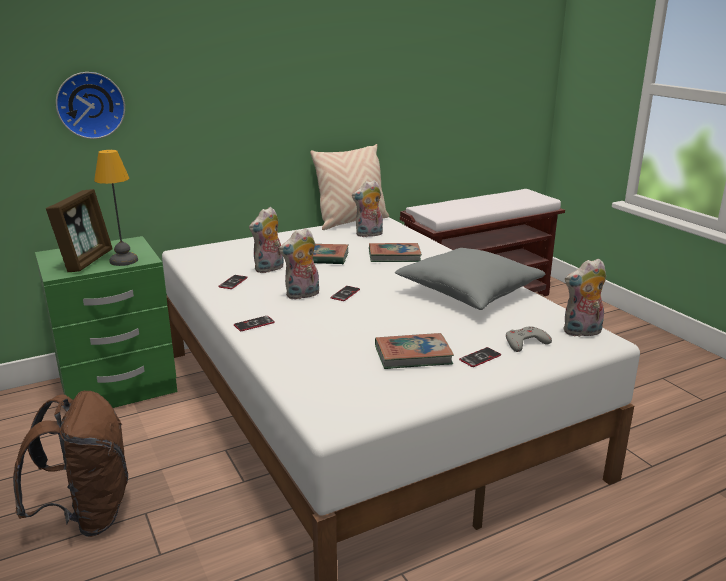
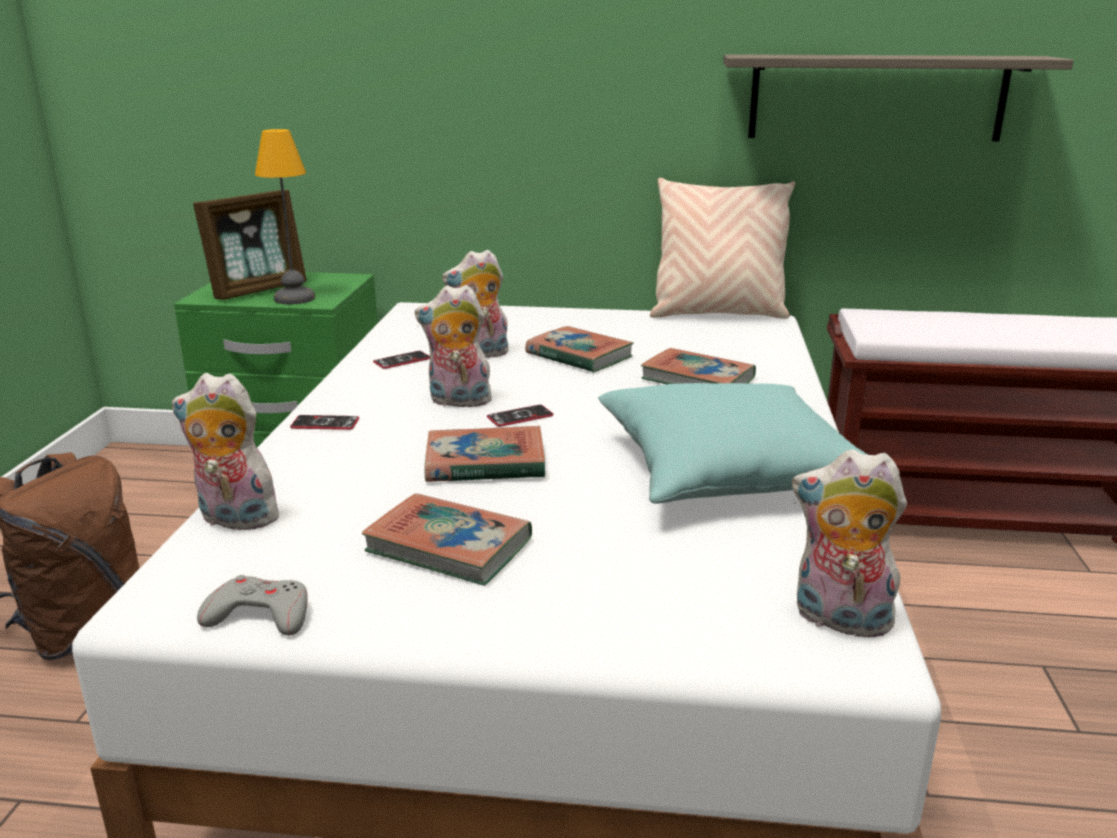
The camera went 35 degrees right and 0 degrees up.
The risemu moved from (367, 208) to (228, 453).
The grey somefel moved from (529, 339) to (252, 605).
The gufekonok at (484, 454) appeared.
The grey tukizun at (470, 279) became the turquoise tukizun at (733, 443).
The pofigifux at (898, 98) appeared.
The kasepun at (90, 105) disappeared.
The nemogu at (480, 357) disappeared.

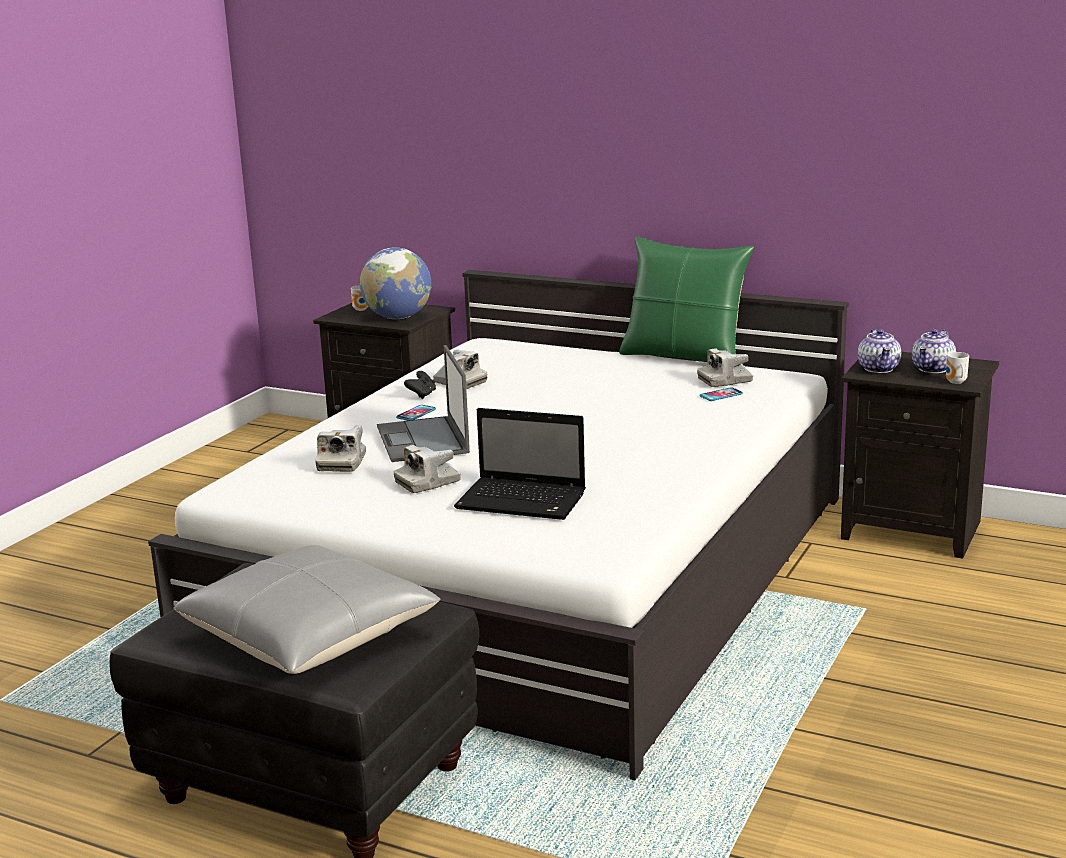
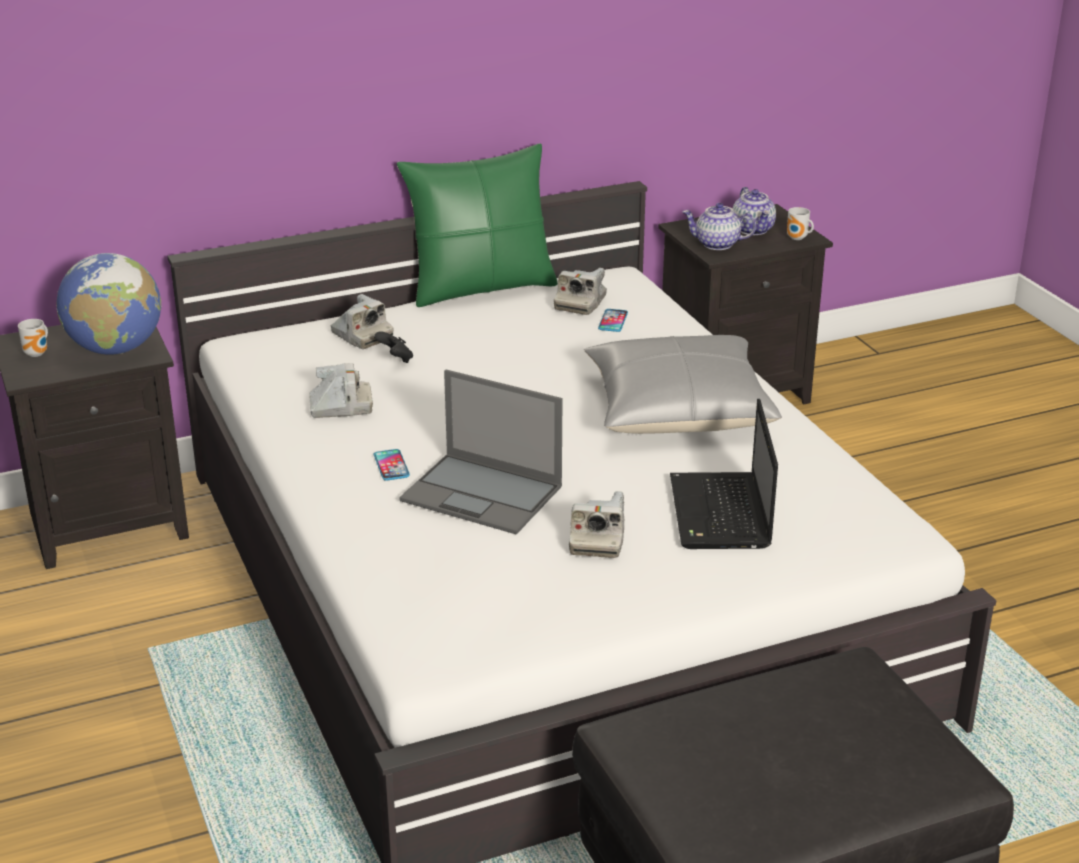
The camera went 50 degrees left and 10 degrees up.
The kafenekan moved from (340, 448) to (362, 321).
The black somefel moved from (420, 385) to (393, 347).
The grey tukizun moved from (307, 609) to (683, 384).
The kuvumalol at (520, 464) turned 120 degrees clockwise.
The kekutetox at (879, 351) turned 150 degrees clockwise.

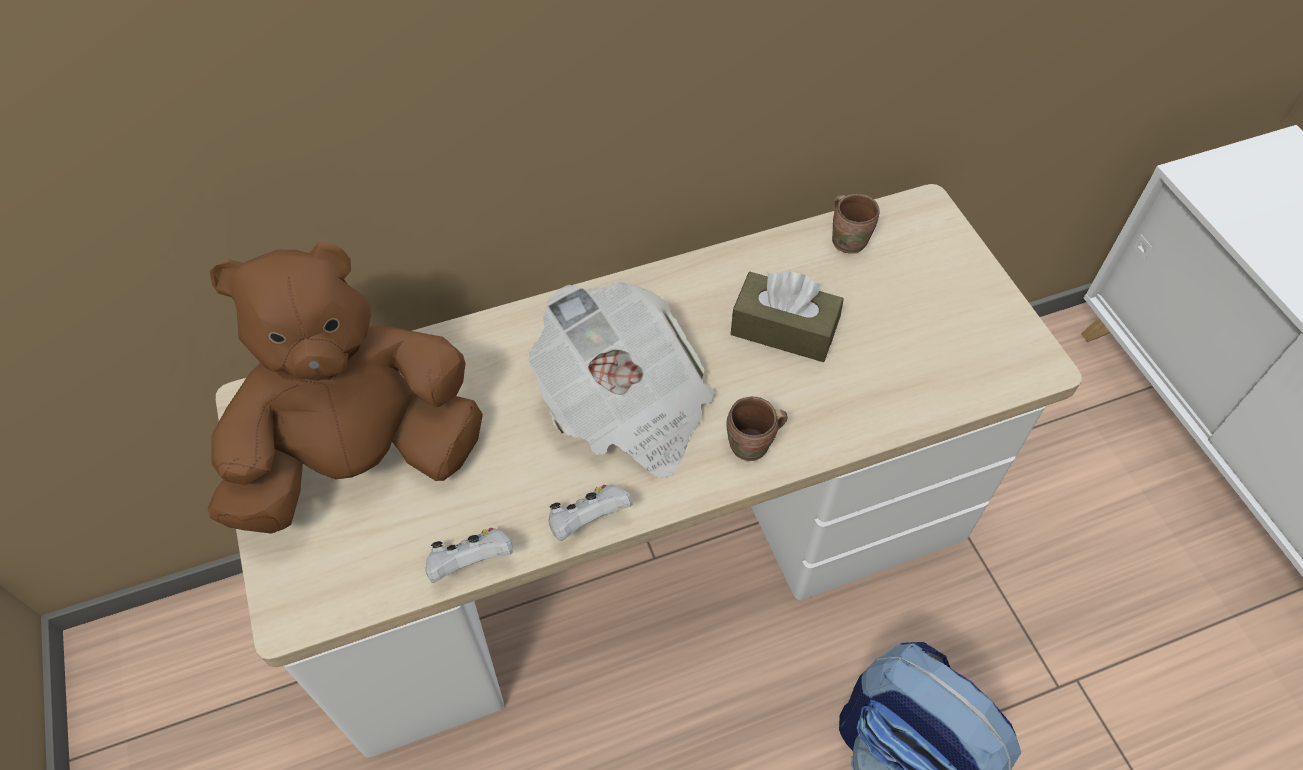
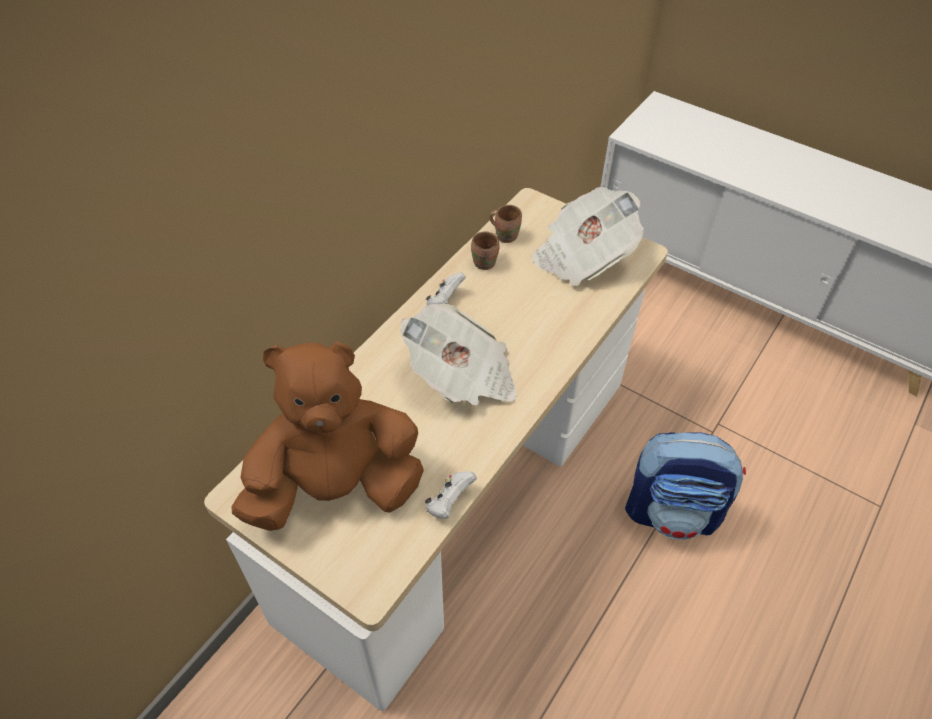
The camera went 35 degrees left and 5 degrees down.
The brown risemu at (345, 388) turned 45 degrees clockwise.
The white somefel moved from (591, 513) to (446, 289).
The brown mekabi moved from (757, 429) to (485, 250).
The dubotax at (588, 236) appeared.
The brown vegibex at (787, 316) disappeared.

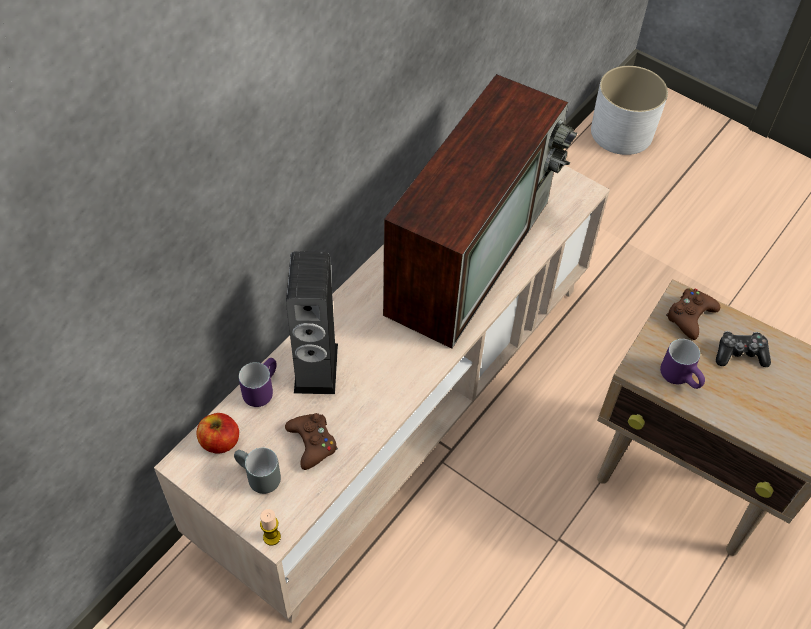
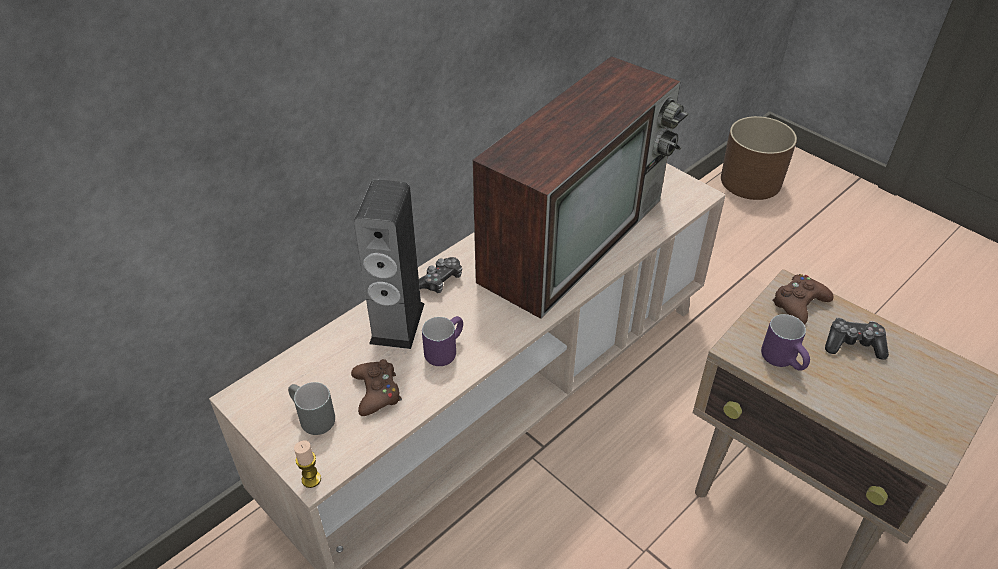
The camera went 10 degrees right and 10 degrees down.
The somefel at (440, 275) appeared.
The purple mekabi moved from (258, 382) to (442, 341).
The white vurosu at (629, 110) became the brown vurosu at (759, 158).
The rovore at (217, 433) disappeared.

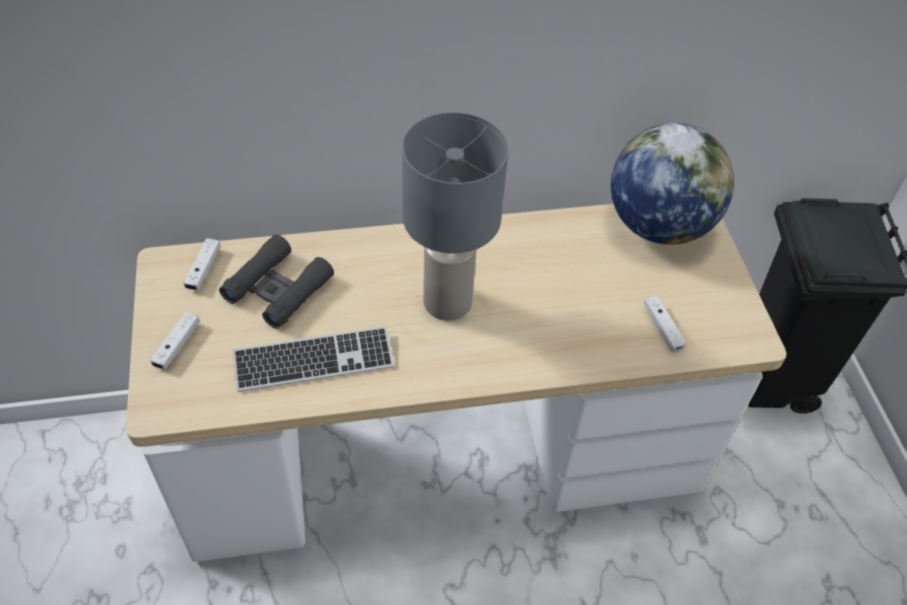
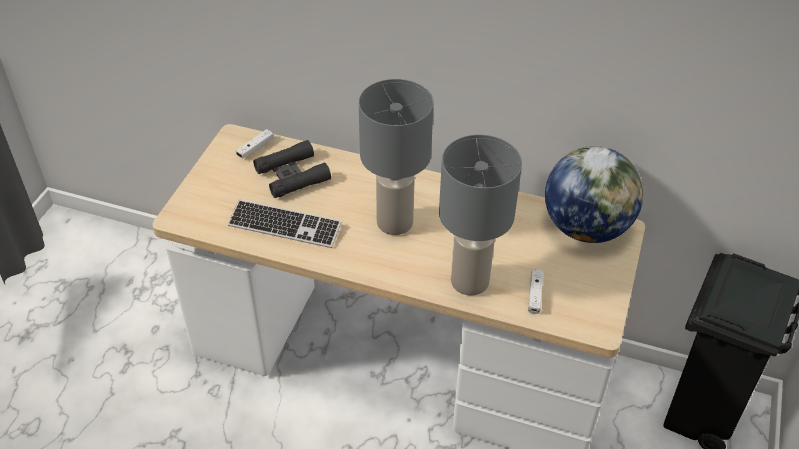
The camera went 30 degrees right and 5 degrees down.
The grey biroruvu at (480, 215) appeared.
The white somefel at (175, 340) disappeared.

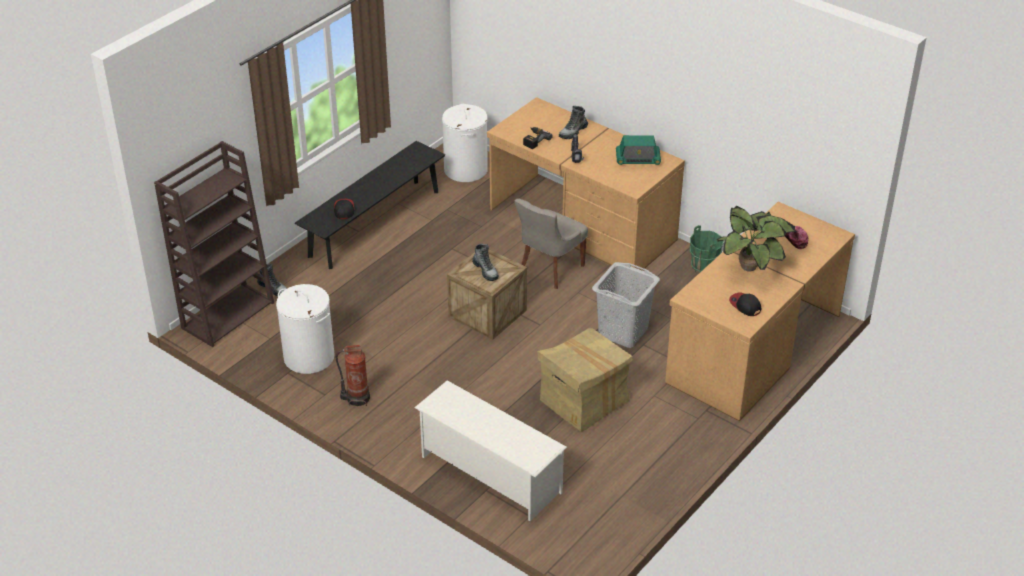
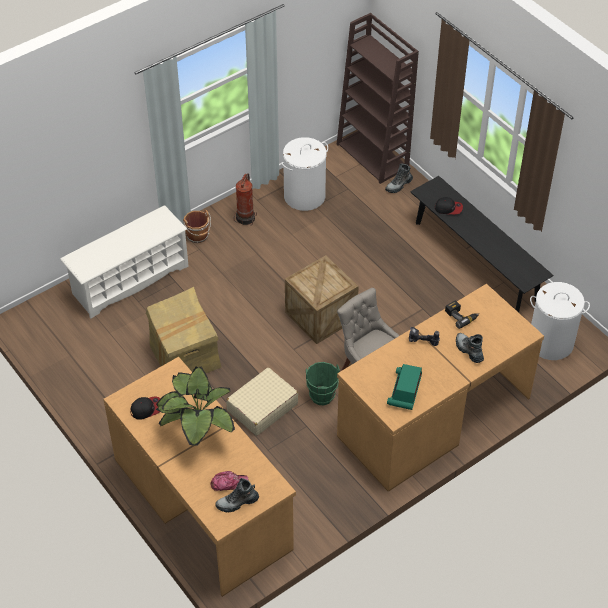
The camera went 105 degrees right and 10 degrees up.
The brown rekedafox at (197, 226) appeared.
The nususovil moved from (485, 262) to (237, 495).
The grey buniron at (626, 305) was replaced by the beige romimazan at (262, 401).
The green rekedafox moved from (707, 249) to (323, 383).

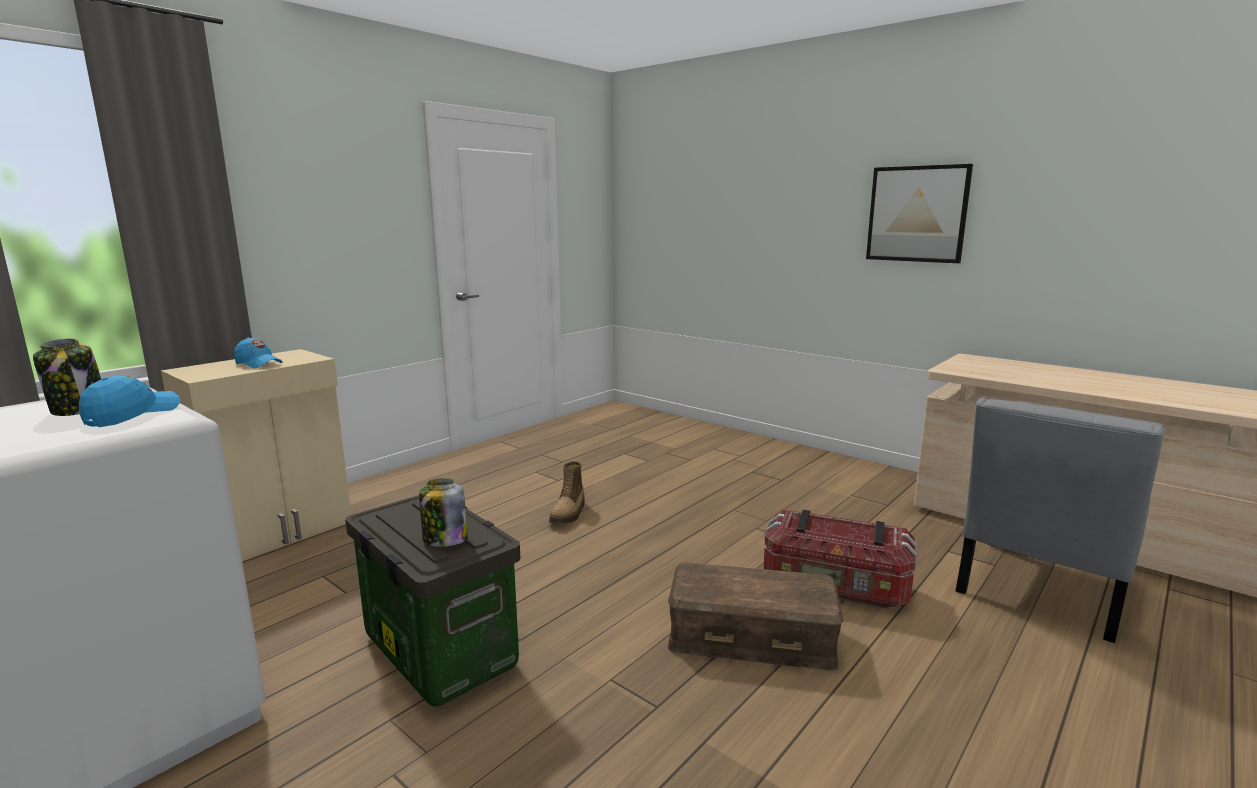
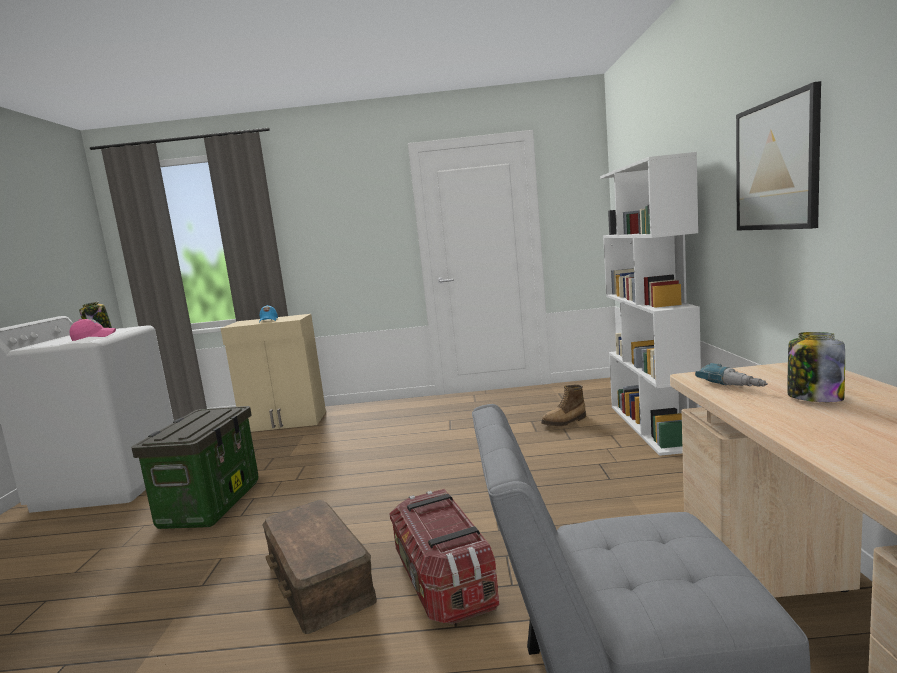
The camera went 50 degrees right and 5 degrees down.
The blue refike at (129, 401) became the pink refike at (92, 330).
The nususovil moved from (567, 492) to (563, 405).
The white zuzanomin at (650, 304) appeared.
The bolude at (731, 375) appeared.
The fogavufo moved from (443, 512) to (816, 367).

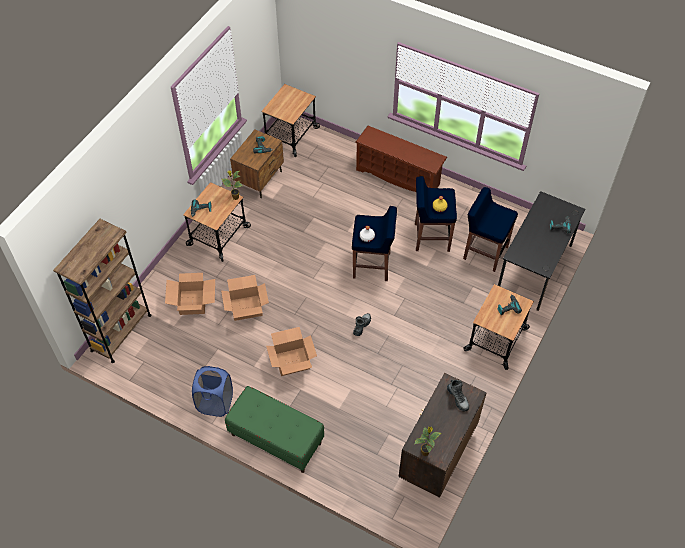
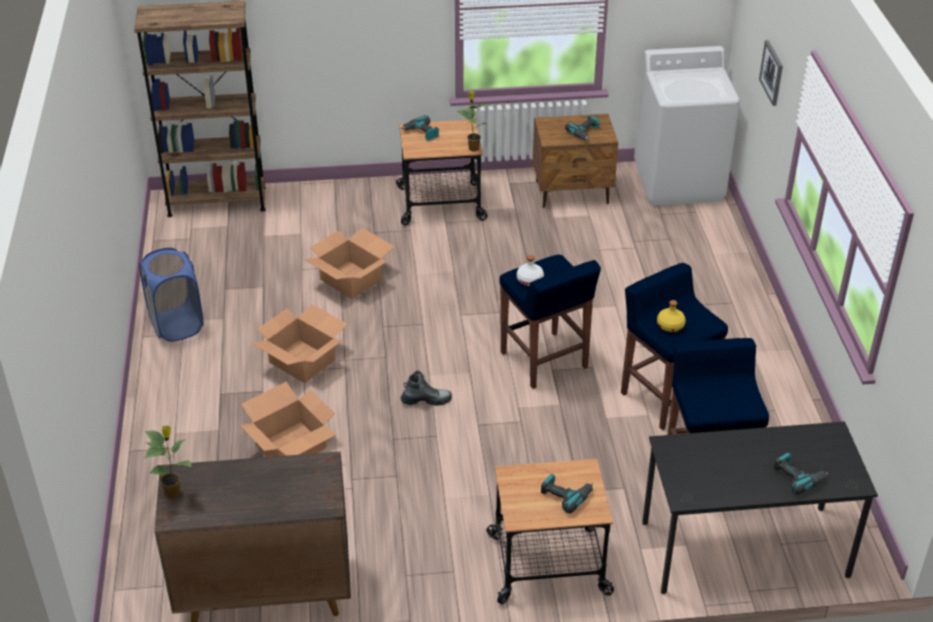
The camera went 55 degrees right and 15 degrees down.
The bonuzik moved from (190, 294) to (288, 419).
The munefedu at (290, 120) was replaced by the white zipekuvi at (687, 126).
The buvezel at (771, 73) appeared.
The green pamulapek at (274, 429) disappeared.
The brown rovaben at (401, 159) disappeared.
The nususovil at (458, 395) disappeared.

